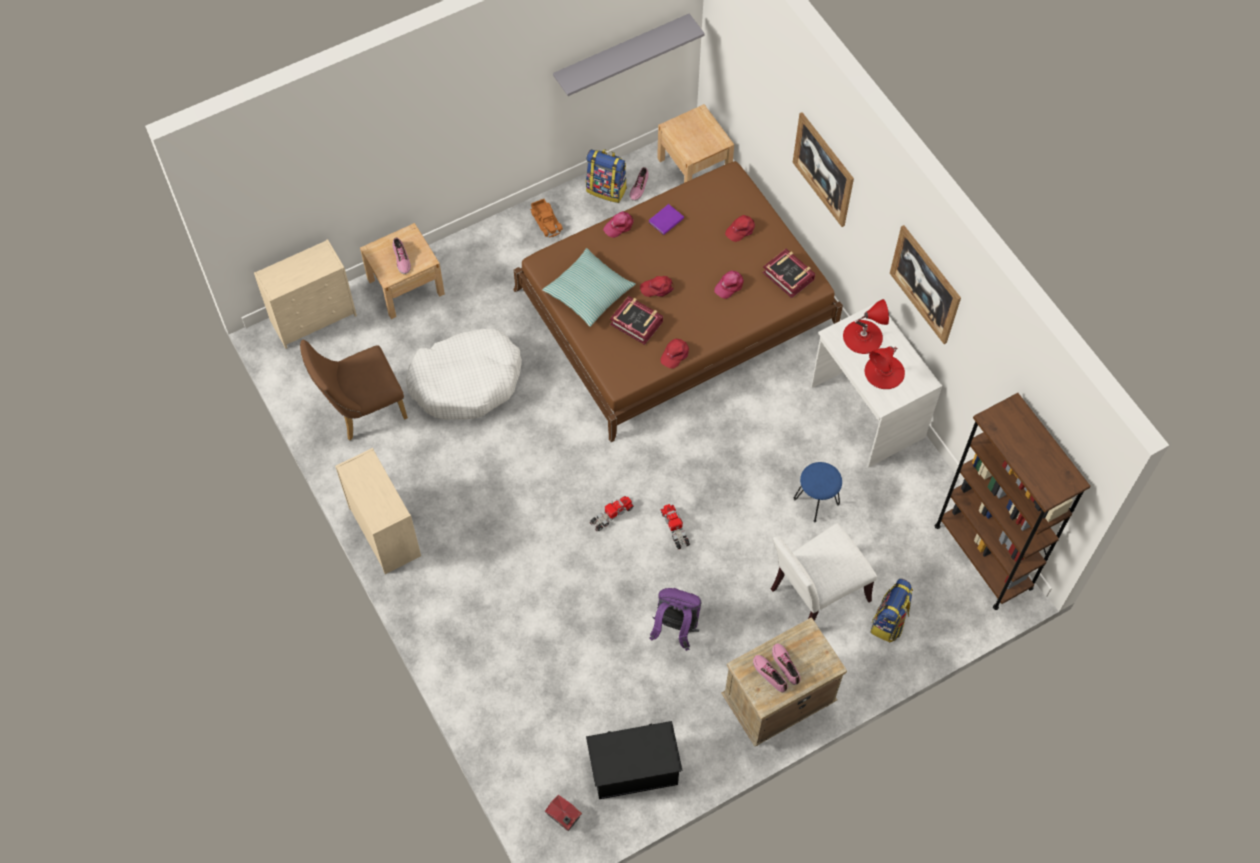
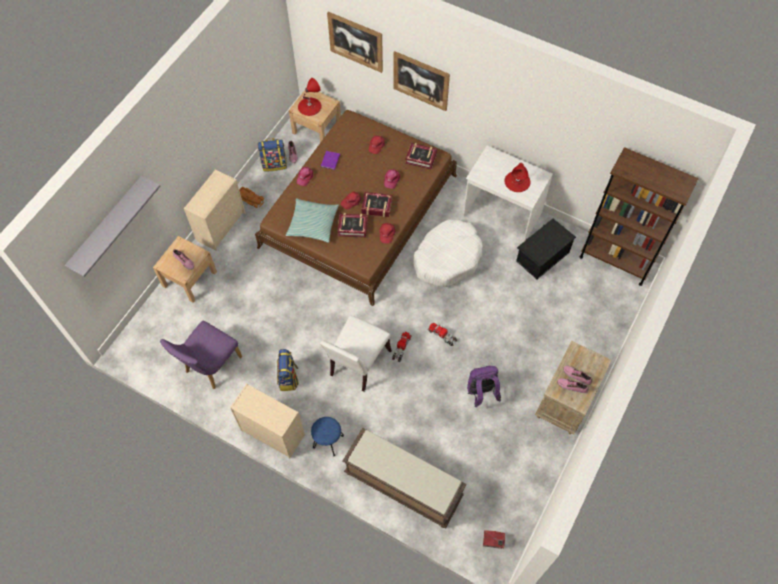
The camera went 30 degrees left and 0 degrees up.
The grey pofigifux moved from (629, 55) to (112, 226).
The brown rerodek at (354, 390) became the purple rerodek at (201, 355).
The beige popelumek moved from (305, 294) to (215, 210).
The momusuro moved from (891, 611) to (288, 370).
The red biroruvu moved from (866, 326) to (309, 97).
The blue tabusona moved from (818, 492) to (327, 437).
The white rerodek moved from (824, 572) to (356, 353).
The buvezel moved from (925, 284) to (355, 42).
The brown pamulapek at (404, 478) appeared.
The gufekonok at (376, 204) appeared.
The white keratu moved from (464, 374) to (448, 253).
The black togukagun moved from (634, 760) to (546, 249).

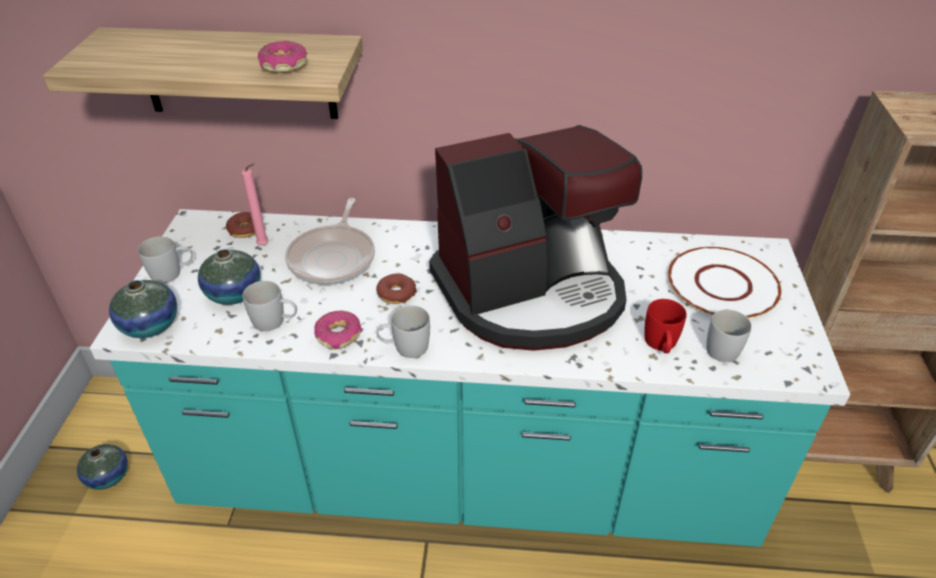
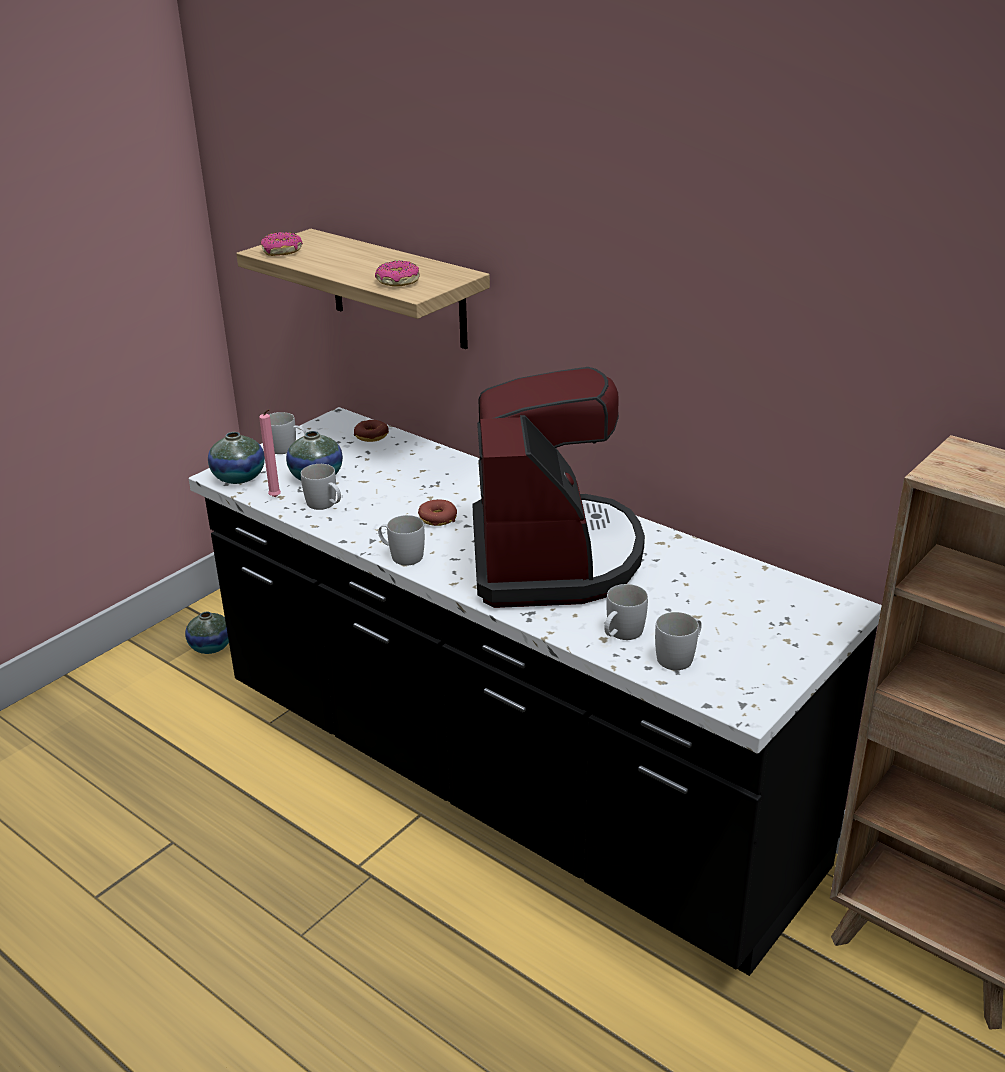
The camera went 35 degrees right and 10 degrees down.
The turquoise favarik at (470, 378) became the black favarik at (535, 691).
The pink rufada moved from (255, 204) to (270, 453).
The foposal moved from (338, 330) to (282, 244).
The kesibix at (535, 238) turned 105 degrees counterclockwise.
The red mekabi at (665, 326) became the white mekabi at (626, 612).
The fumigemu at (330, 241) disappeared.
The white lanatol at (724, 282) disappeared.

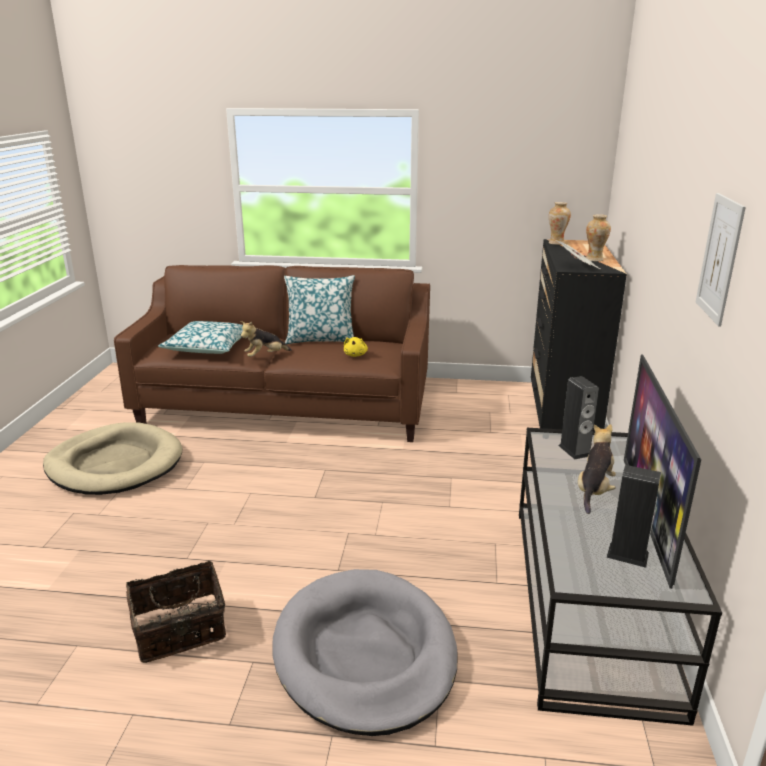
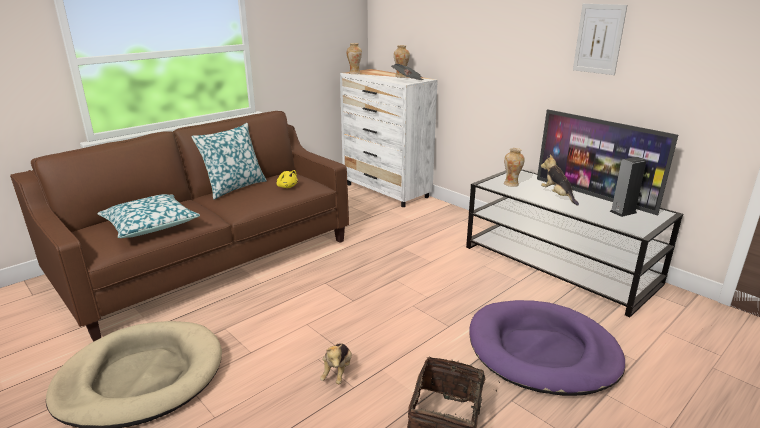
The camera went 50 degrees left and 0 degrees up.
The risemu moved from (266, 339) to (336, 363).
The black popelumek at (579, 335) became the white popelumek at (388, 138).
The grey keratu at (365, 652) became the purple keratu at (547, 348).
The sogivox at (578, 417) was replaced by the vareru at (514, 167).

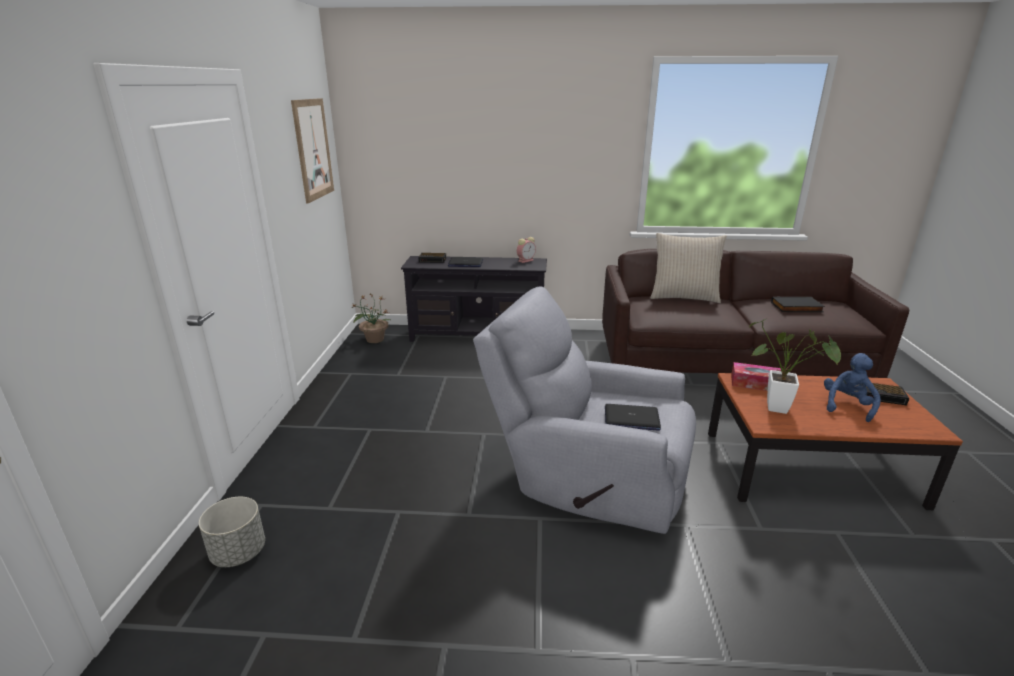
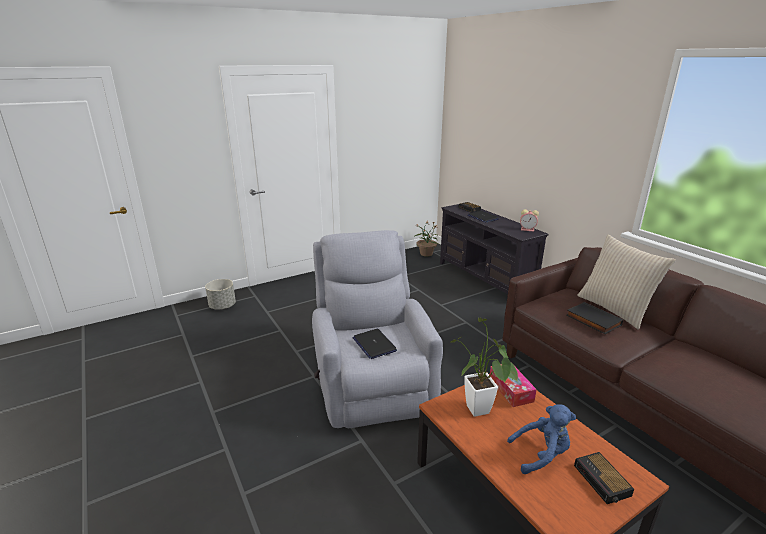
The camera went 55 degrees right and 0 degrees up.
The black gufekonok moved from (798, 304) to (594, 318).
The buvezel at (312, 151) disappeared.

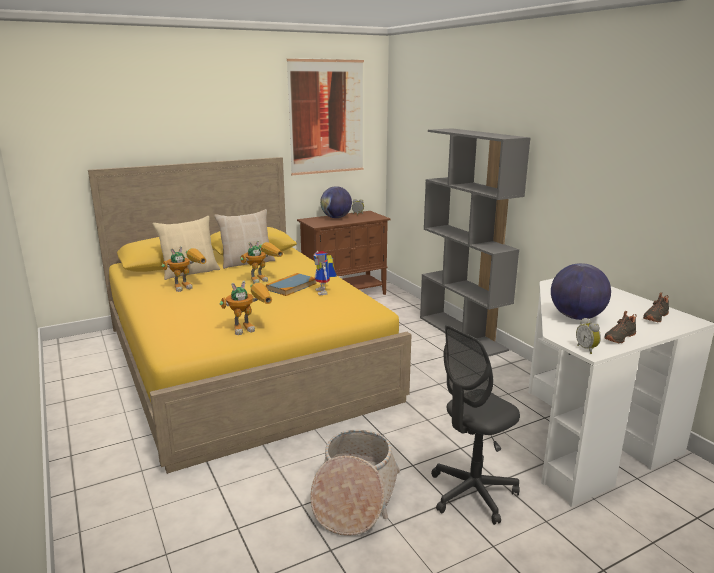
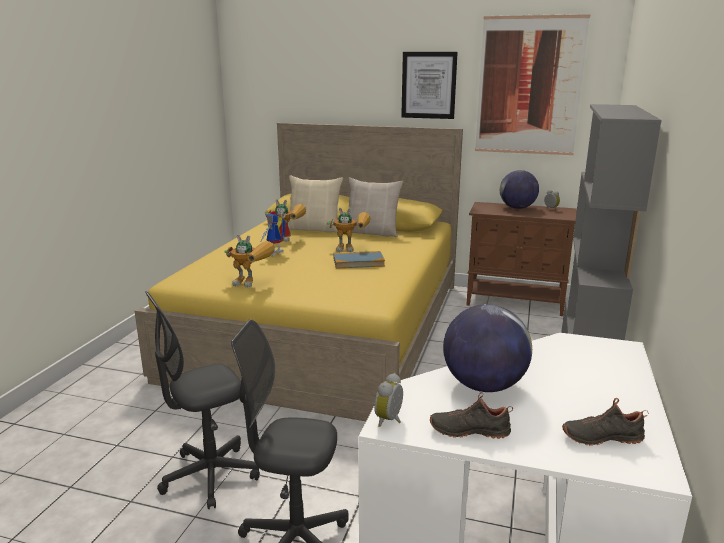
The camera went 45 degrees right and 0 degrees up.
The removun at (355, 483) was replaced by the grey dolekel at (202, 400).
The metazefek moved from (324, 273) to (275, 234).
The buvezel at (429, 85) appeared.

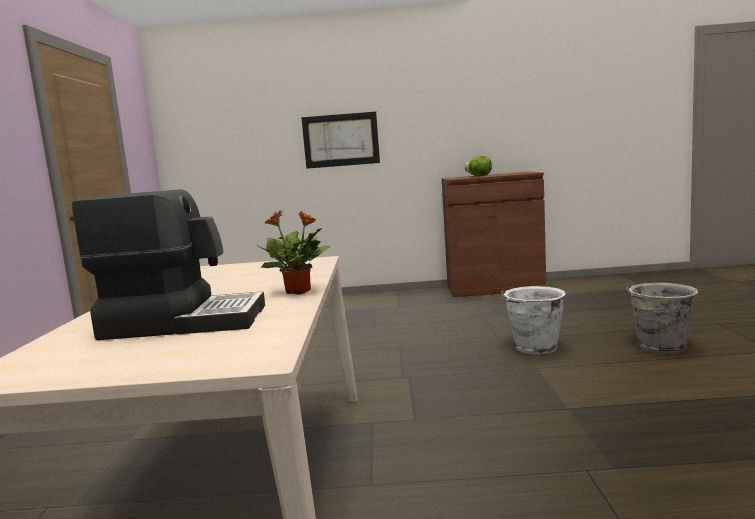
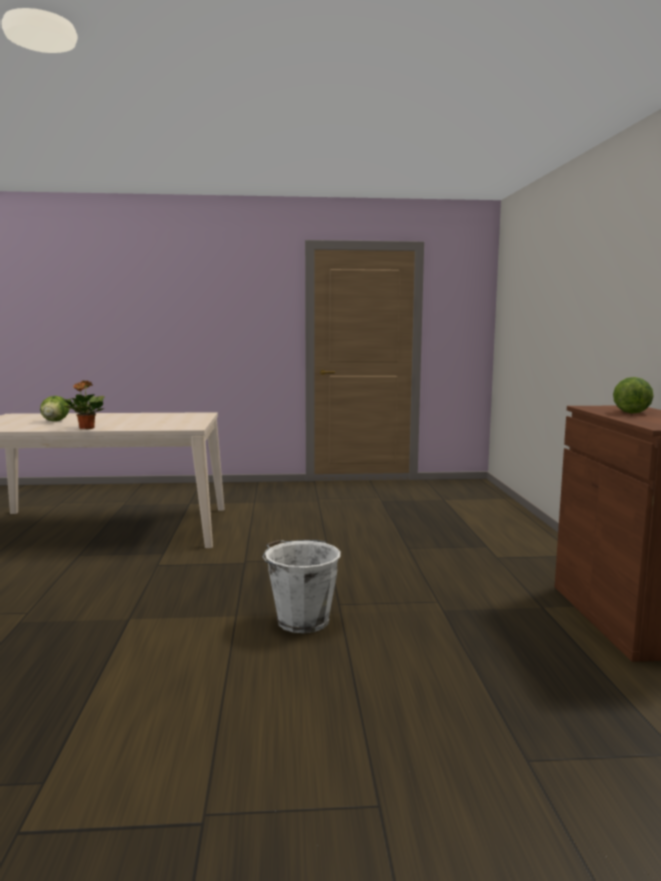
The camera went 85 degrees right and 0 degrees up.
The kesibix at (168, 264) was replaced by the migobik at (55, 408).
The buvezel at (340, 140) disappeared.
The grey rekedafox at (662, 318) disappeared.

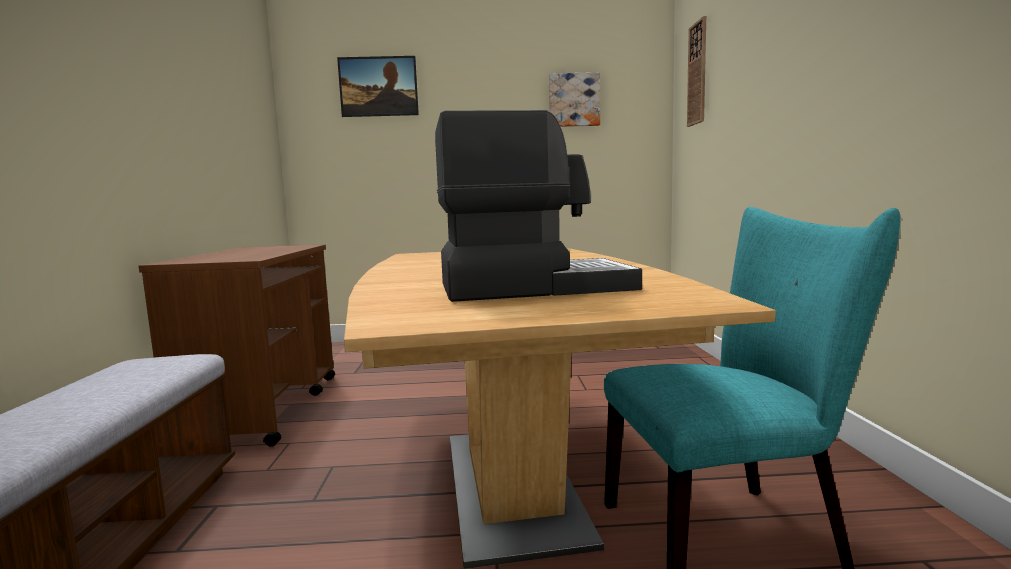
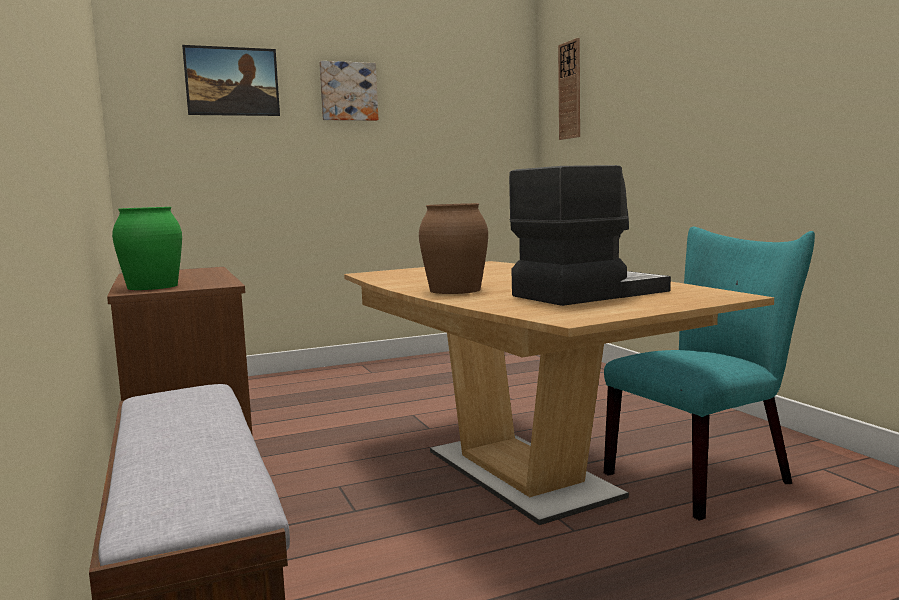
The camera went 20 degrees left and 0 degrees up.
The green vareru at (147, 248) appeared.
The buvezel moved from (574, 99) to (348, 91).
The brown vareru at (453, 248) appeared.

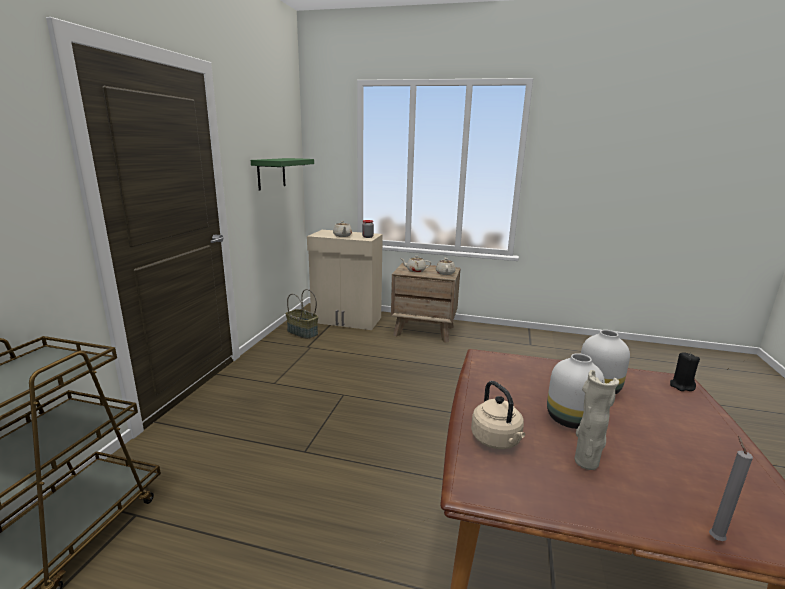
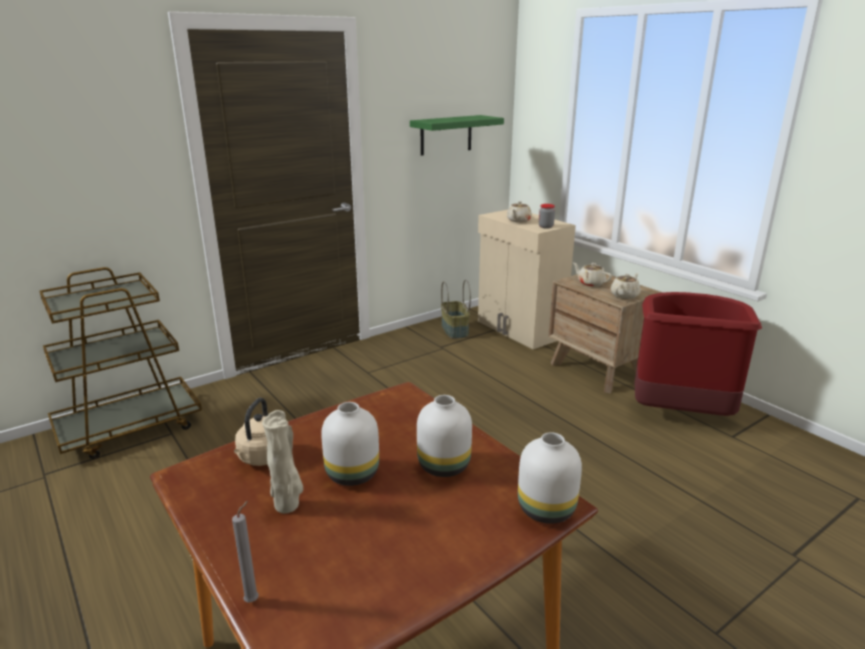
The camera went 40 degrees right and 5 degrees up.
The black rufada at (685, 371) was replaced by the white vareru at (550, 478).
The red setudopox at (698, 354) appeared.

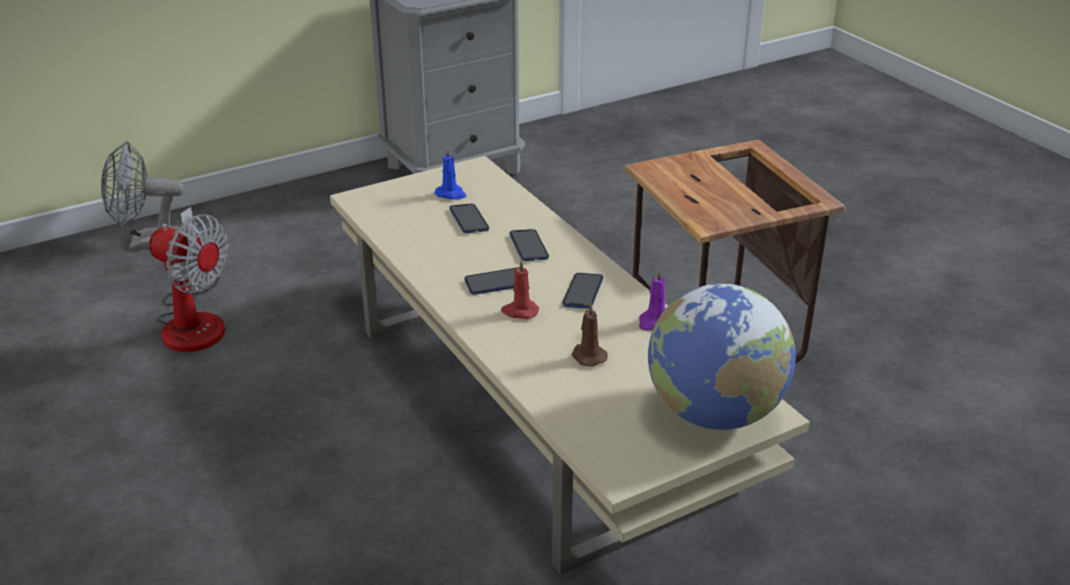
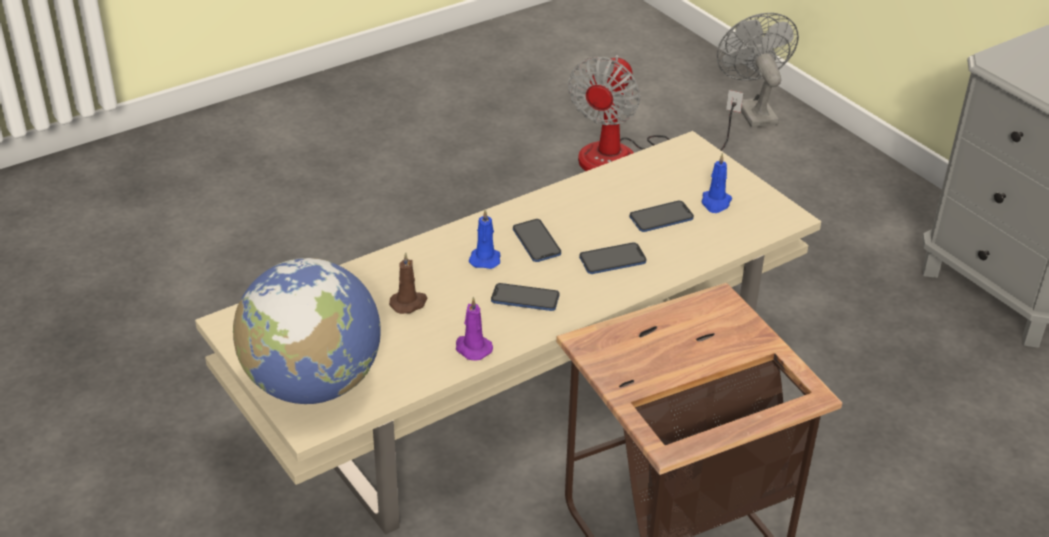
The camera went 85 degrees right and 5 degrees up.
The red rufada at (520, 289) became the blue rufada at (485, 239).

